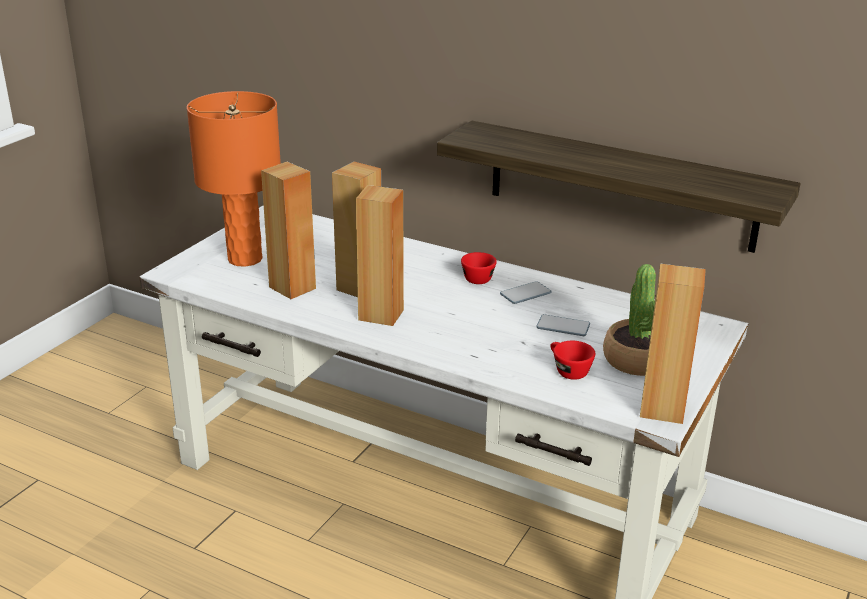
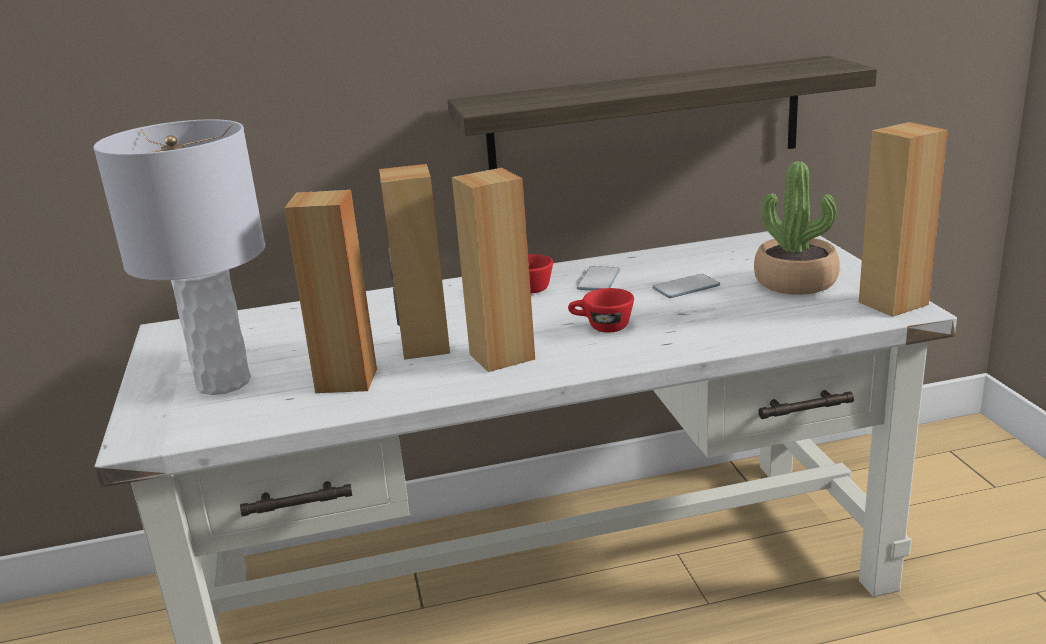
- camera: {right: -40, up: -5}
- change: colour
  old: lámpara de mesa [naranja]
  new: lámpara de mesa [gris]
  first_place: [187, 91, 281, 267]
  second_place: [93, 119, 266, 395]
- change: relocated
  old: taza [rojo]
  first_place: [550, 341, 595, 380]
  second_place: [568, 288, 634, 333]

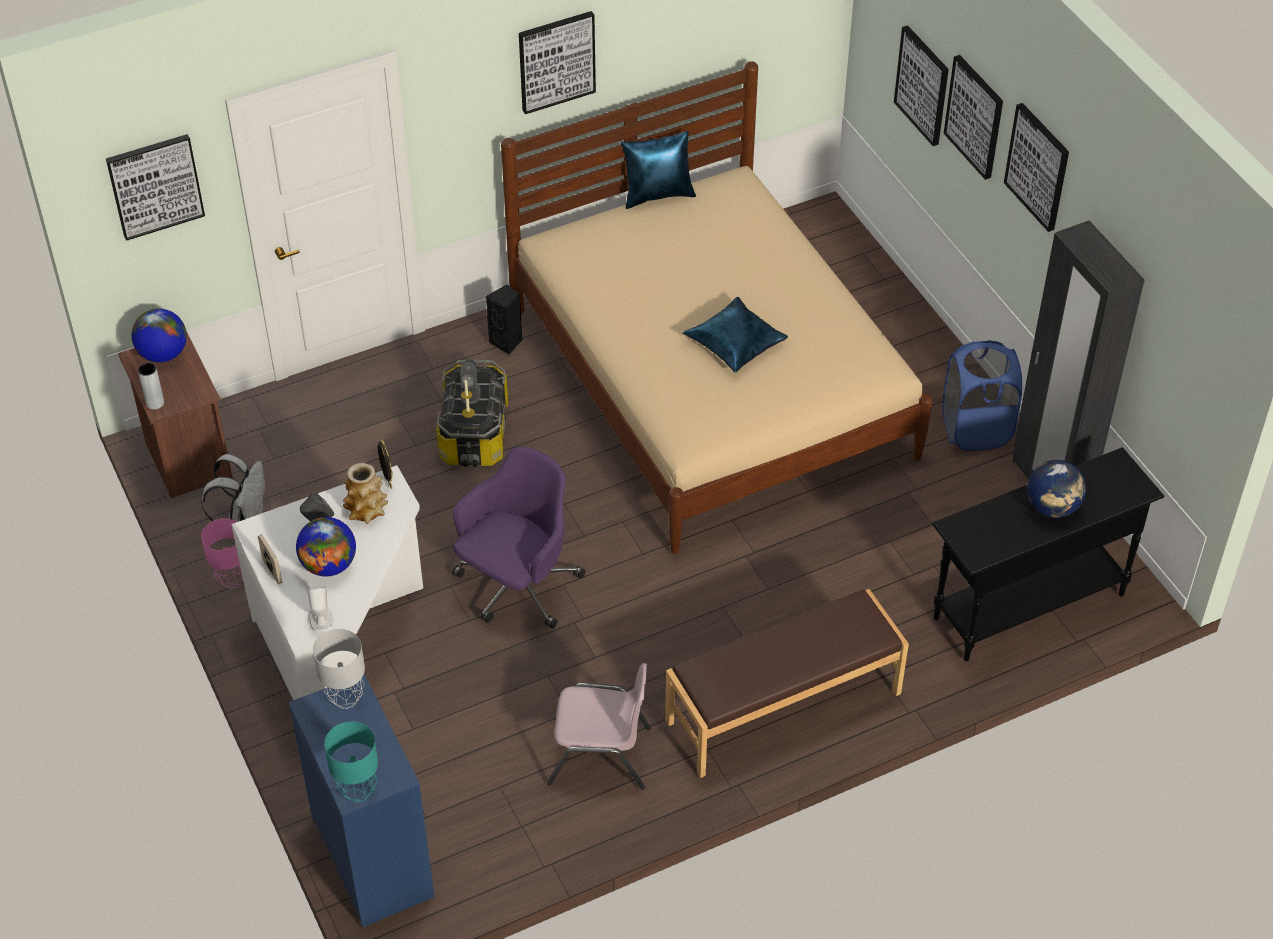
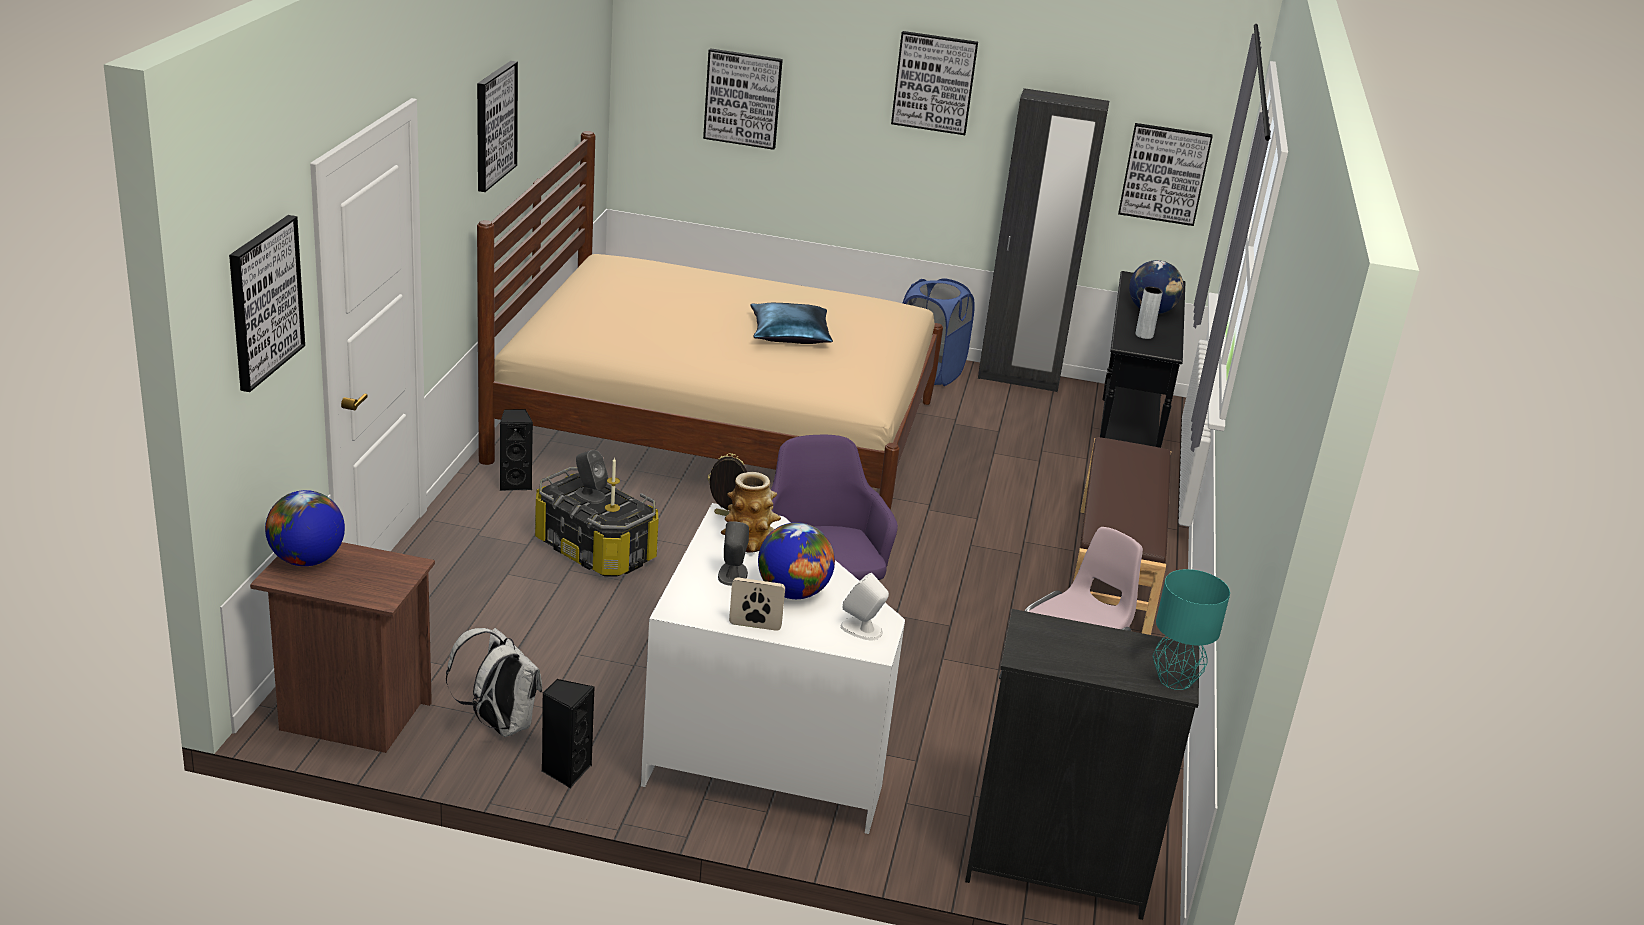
- camera: {right: -55, up: -20}
- change: relocated
  old: cuadro
  first_place: [944, 55, 1003, 180]
  second_place: [1118, 123, 1213, 226]
- change: missing
  old: cojín [azul]
  first_place: [621, 131, 696, 209]
- change: relocated
  old: florero [gris]
  first_place: [138, 363, 164, 409]
  second_place: [1135, 286, 1163, 339]
- change: exchanged
  old: lámpara de mesa [rosa]
  new: altavoz [negro]
  first_place: [201, 518, 243, 588]
  second_place: [542, 678, 594, 788]
- change: missing
  old: lámpara de mesa [gris]
  first_place: [313, 629, 365, 709]
- change: colour
  old: cómoda [azul]
  new: cómoda [negro]
  first_place: [288, 674, 434, 927]
  second_place: [965, 609, 1199, 920]

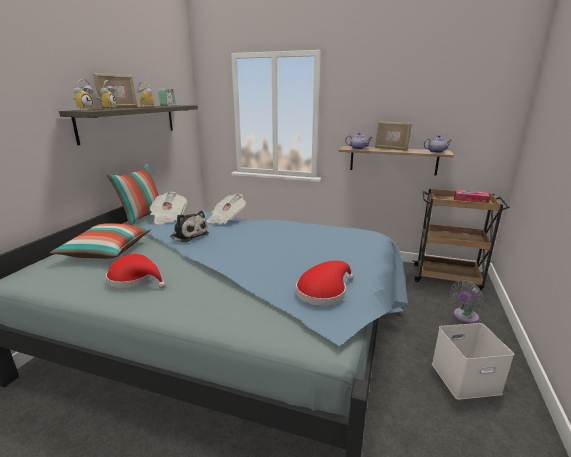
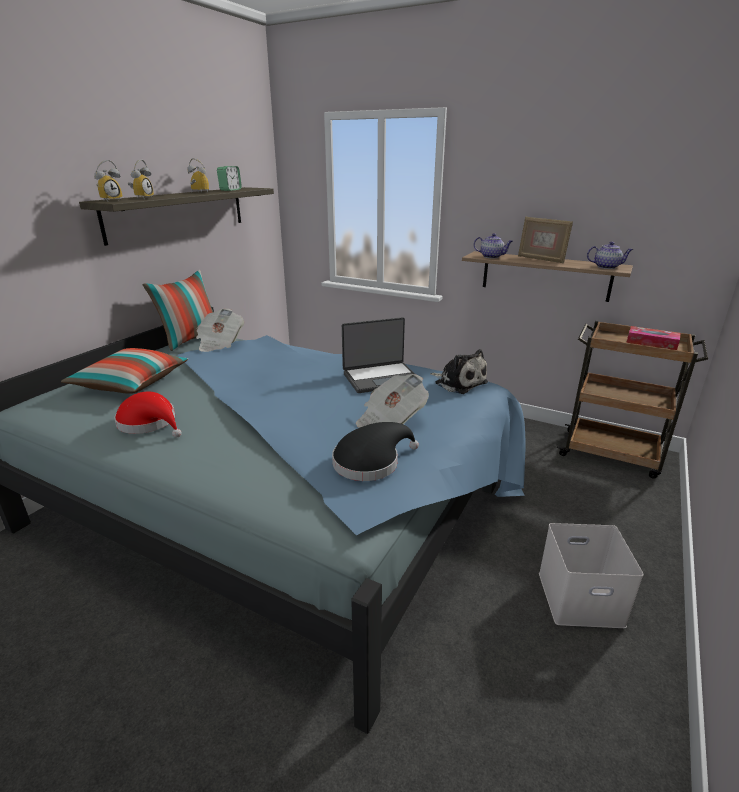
- camera: {right: 10, up: 5}
- change: missing
  old: portarretratos
  first_place: [93, 73, 138, 109]
- change: relocated
  old: periódico
  first_place: [207, 194, 246, 224]
  second_place: [356, 374, 429, 428]
- change: relocated
  old: peluche
  first_place: [170, 211, 209, 243]
  second_place: [430, 349, 488, 394]
- change: colour
  old: sombrero [rojo]
  new: sombrero [negro]
  first_place: [296, 261, 354, 306]
  second_place: [332, 422, 419, 481]
- change: missing
  old: ventilador [gris]
  first_place: [450, 280, 484, 323]
- change: appeared
  new: portátil
  second_place: [342, 317, 415, 393]

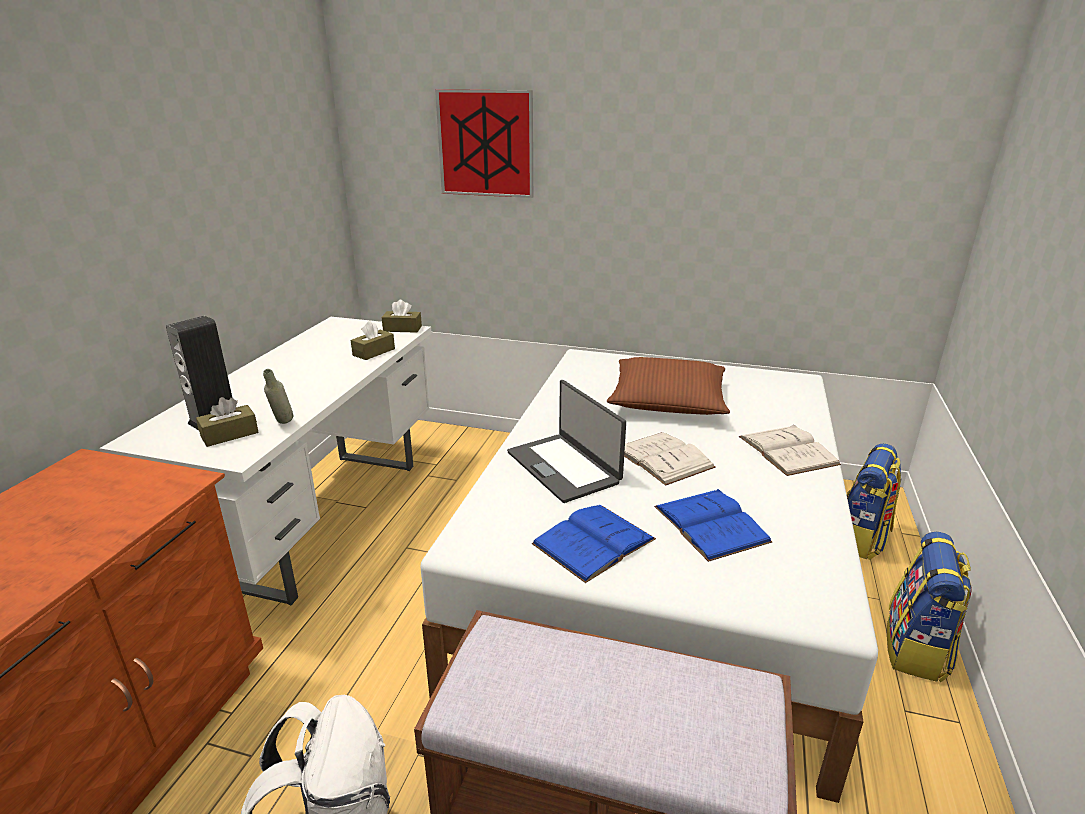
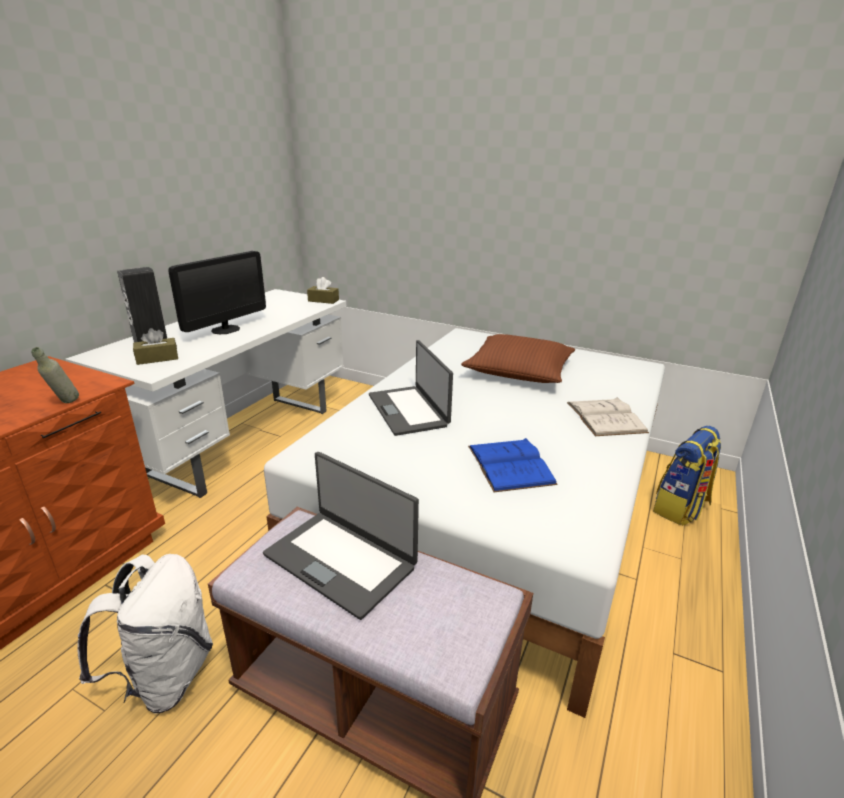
- camera: {right: 10, up: 0}
- change: missing
  old: cuadro
  first_place: [435, 90, 533, 198]
- change: missing
  old: caja de pañuelos [marrón]
  first_place: [351, 321, 395, 360]
- change: relocated
  old: botella [gris]
  first_place: [263, 369, 293, 424]
  second_place: [31, 347, 79, 403]
- change: missing
  old: libro [blanco]
  first_place: [624, 432, 716, 486]
- change: missing
  old: libro [azul]
  first_place: [532, 505, 656, 583]
- change: missing
  old: mochila
  first_place: [887, 531, 972, 683]
- change: appeared
  new: monitor
  second_place: [168, 251, 266, 334]
- change: appeared
  new: portátil
  second_place: [263, 452, 419, 620]

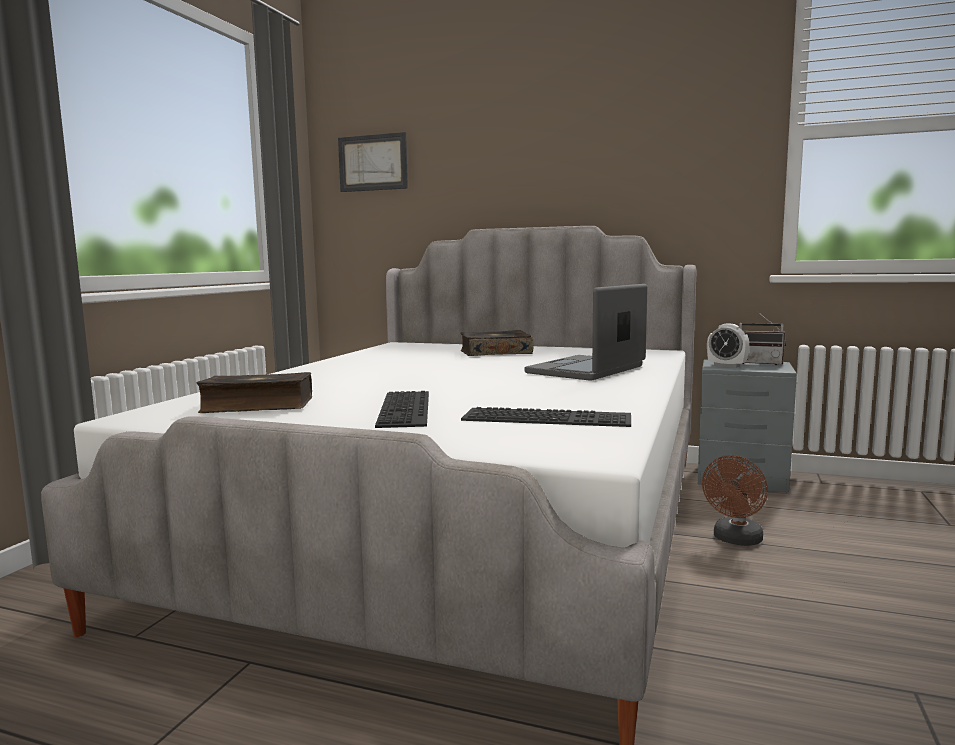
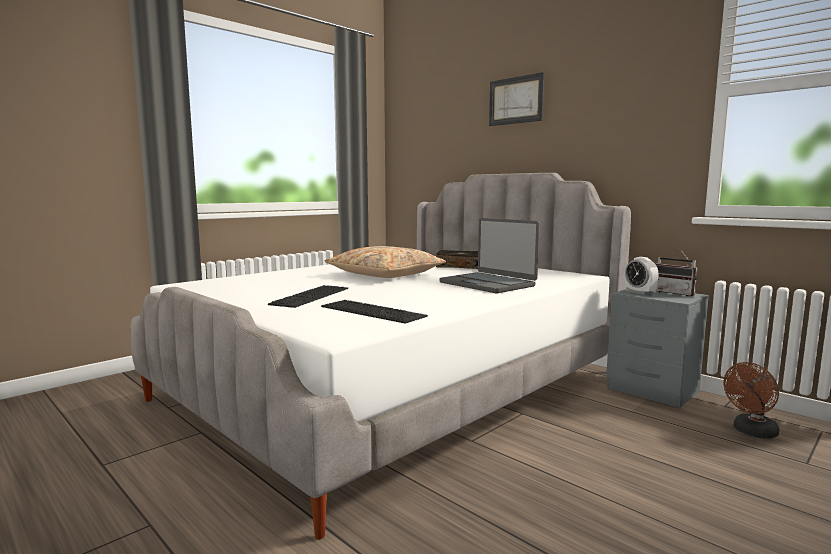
- camera: {right: 25, up: 0}
- change: relocated
  old: cuadro
  first_place: [338, 132, 408, 192]
  second_place: [489, 72, 544, 126]
- change: spun
  old: portátil
  first_place: [525, 284, 648, 381]
  second_place: [440, 218, 540, 293]
  degrees: -105
- change: missing
  old: libro
  first_place: [196, 372, 312, 413]
- change: relocated
  old: ventilador [marrón]
  first_place: [702, 455, 768, 546]
  second_place: [724, 362, 779, 439]
- change: appeared
  new: cojín [beis]
  second_place: [325, 246, 446, 278]

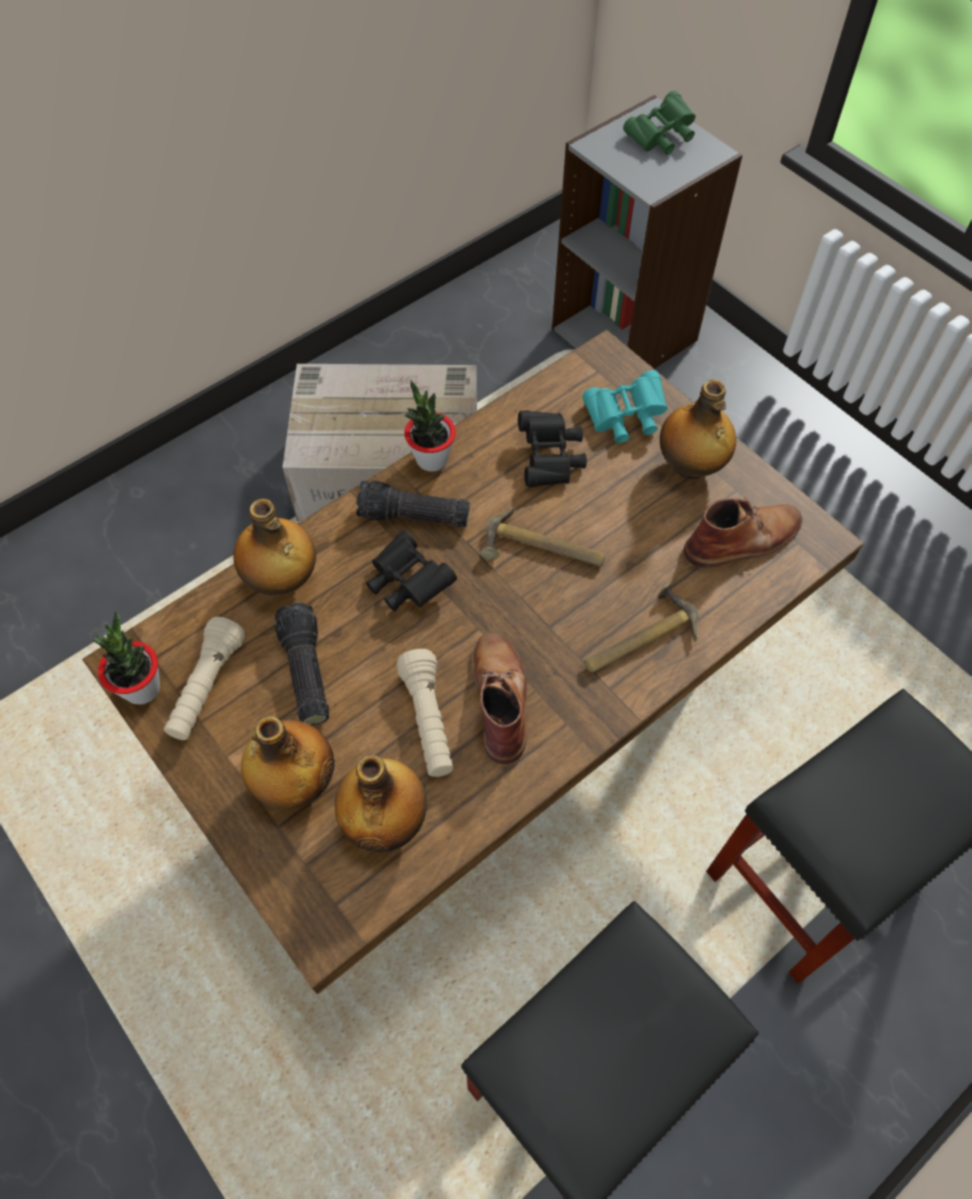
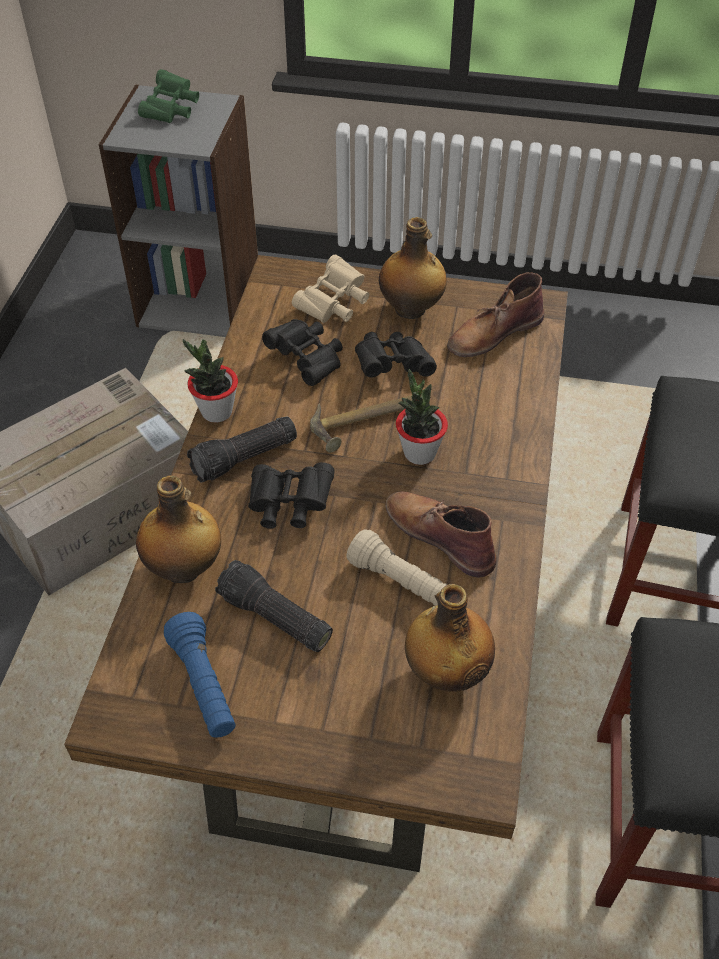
- camera: {right: -40, up: -10}
- change: colour
  old: prismáticos [turquesa]
  new: prismáticos [beis]
  first_place: [583, 370, 668, 443]
  second_place: [292, 255, 369, 323]
- change: spun
  old: bota [marrón]
  first_place: [684, 497, 802, 568]
  second_place: [447, 272, 544, 357]
  degrees: -150
- change: missing
  old: martillo
  first_place: [584, 584, 699, 673]
- change: relocated
  old: planta en maceta
  first_place: [93, 611, 160, 705]
  second_place: [396, 369, 448, 465]
- change: colour
  old: linterna [beis]
  new: linterna [azul]
  first_place: [164, 617, 245, 740]
  second_place: [164, 612, 236, 738]
- change: missing
  old: botella
  first_place: [241, 716, 335, 810]
- change: appeared
  new: prismáticos [negro]
  second_place: [355, 332, 437, 377]

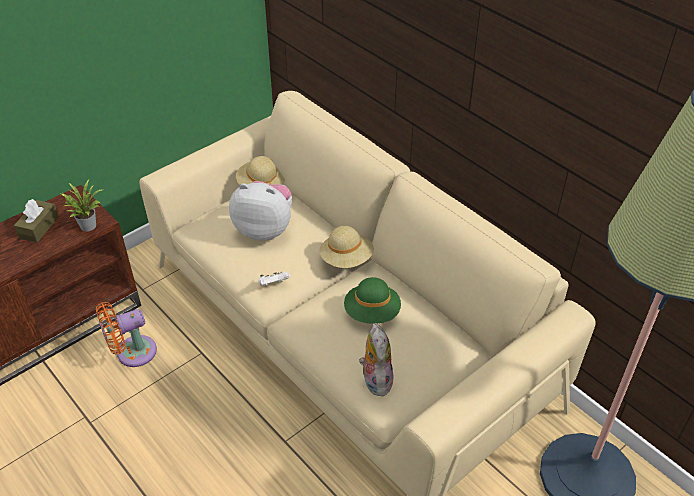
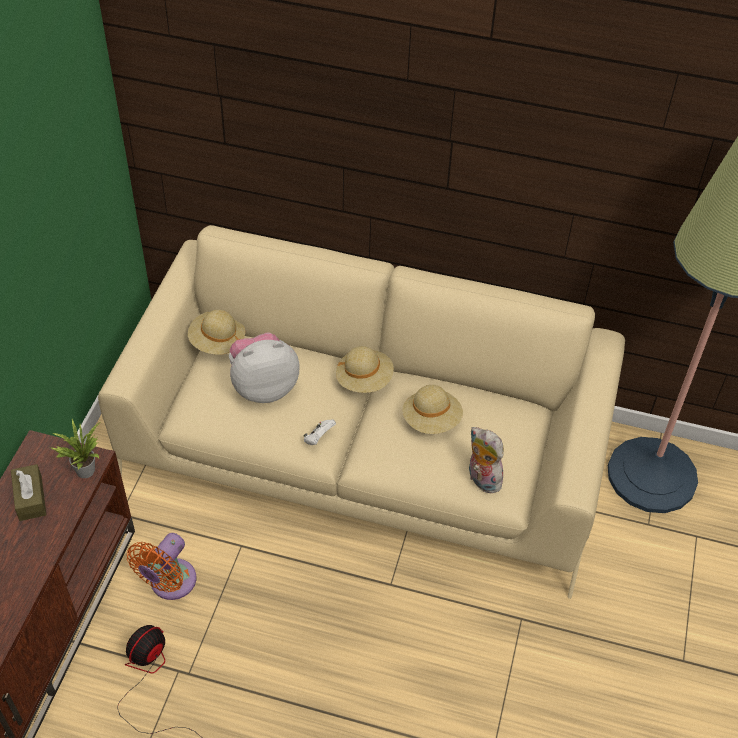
- camera: {right: -35, up: 5}
- change: colour
  old: sombrero [verde]
  new: sombrero [beis]
  first_place: [344, 277, 401, 324]
  second_place: [402, 385, 463, 434]
- change: appeared
  new: ventilador
  second_place: [117, 625, 202, 738]

